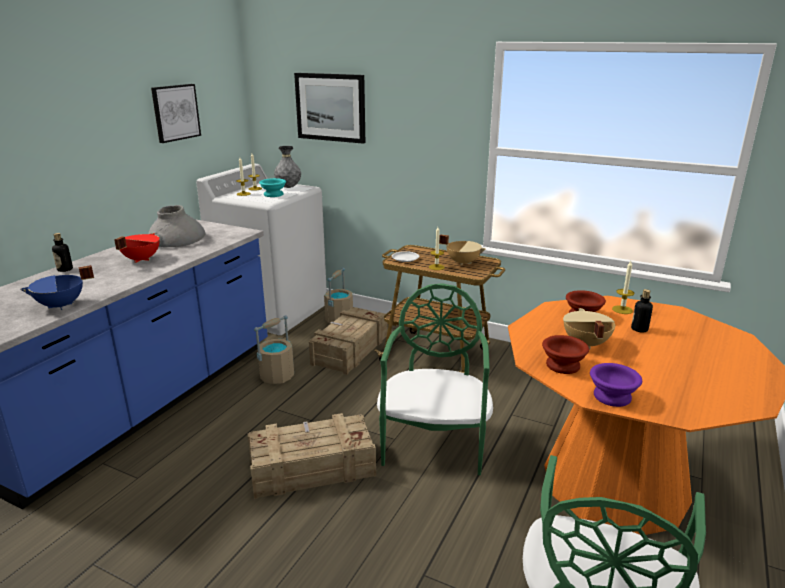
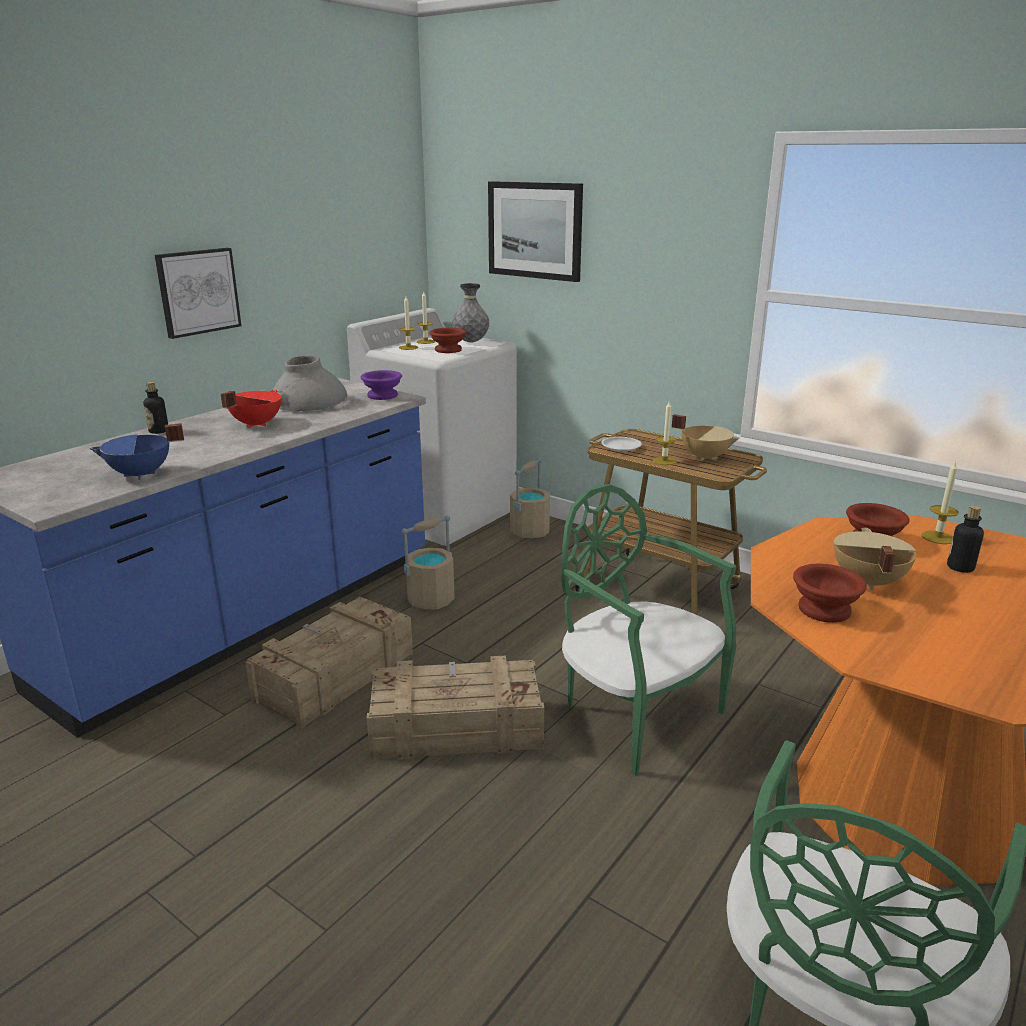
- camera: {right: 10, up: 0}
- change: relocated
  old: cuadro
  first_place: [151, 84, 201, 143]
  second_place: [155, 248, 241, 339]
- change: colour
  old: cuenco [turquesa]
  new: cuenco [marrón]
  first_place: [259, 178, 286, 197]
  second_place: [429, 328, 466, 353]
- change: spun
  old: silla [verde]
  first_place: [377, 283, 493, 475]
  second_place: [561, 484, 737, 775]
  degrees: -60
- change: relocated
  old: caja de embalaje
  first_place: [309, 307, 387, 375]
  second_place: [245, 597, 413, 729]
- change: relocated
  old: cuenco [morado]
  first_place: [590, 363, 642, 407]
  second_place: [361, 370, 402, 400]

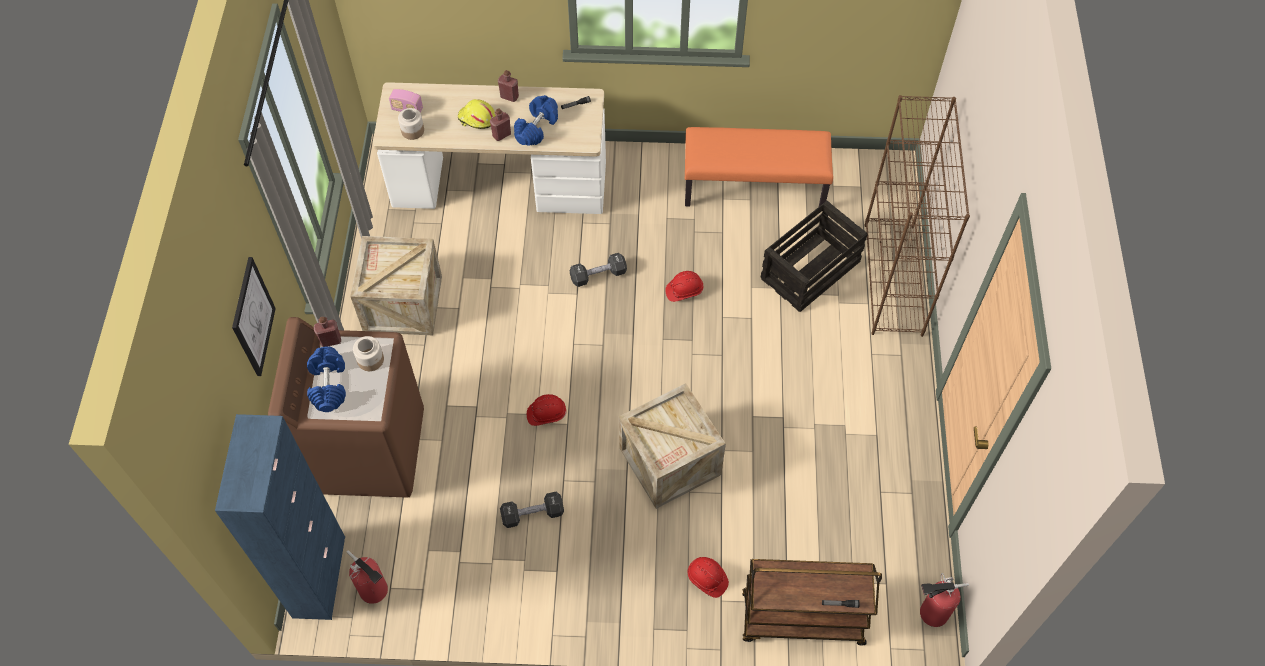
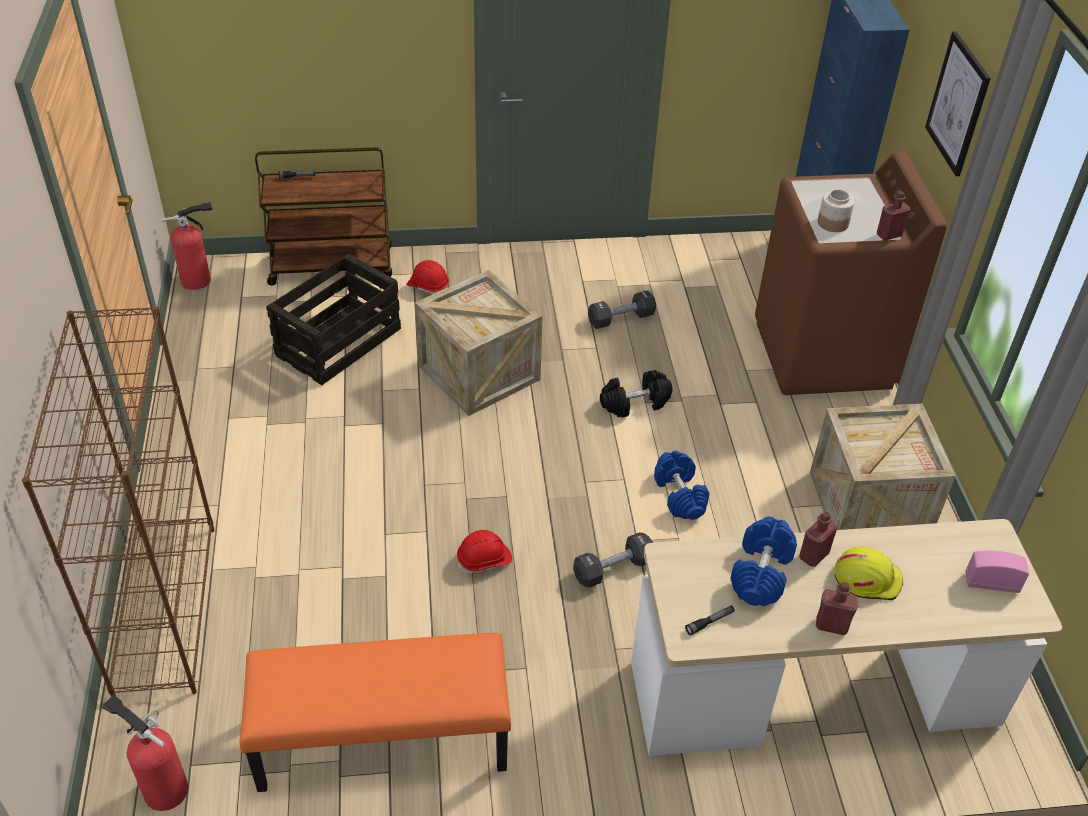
- camera: {right: 170, up: -15}
- change: missing
  old: tarro
  first_place: [398, 108, 424, 140]
- change: relocated
  old: caja de embalaje
  first_place: [761, 201, 868, 312]
  second_place: [266, 254, 401, 385]
- change: relocated
  old: mancuerna [azul]
  first_place: [307, 347, 346, 412]
  second_place: [654, 450, 710, 520]
- change: exchanged
  old: casco [rojo]
  new: mancuerna [negro]
  first_place: [527, 394, 566, 426]
  second_place: [600, 370, 672, 417]
- change: relocated
  old: extintor
  first_place: [346, 550, 388, 604]
  second_place: [102, 695, 188, 811]

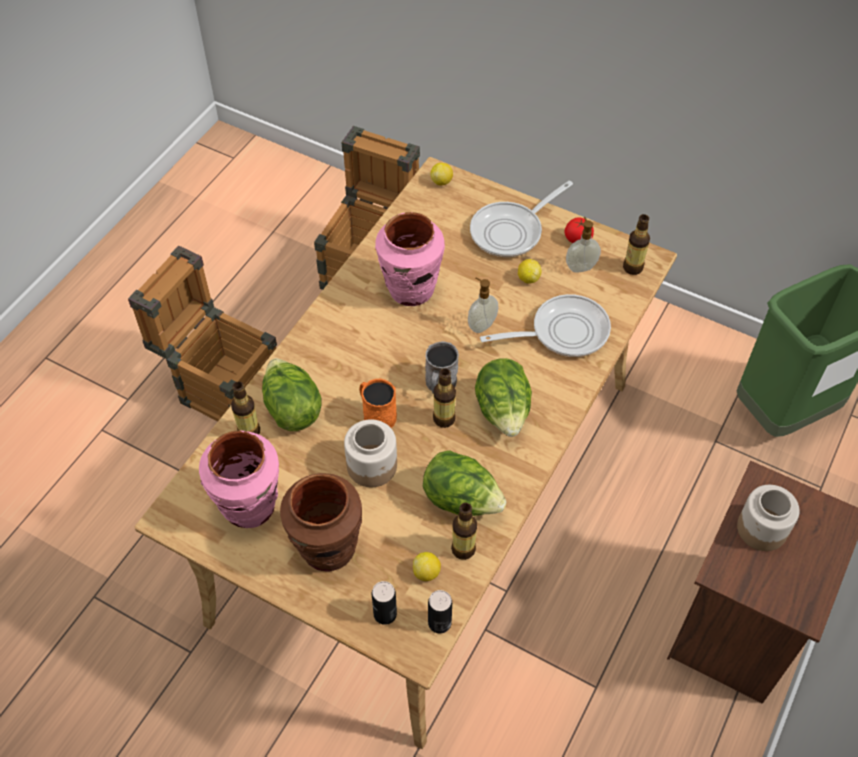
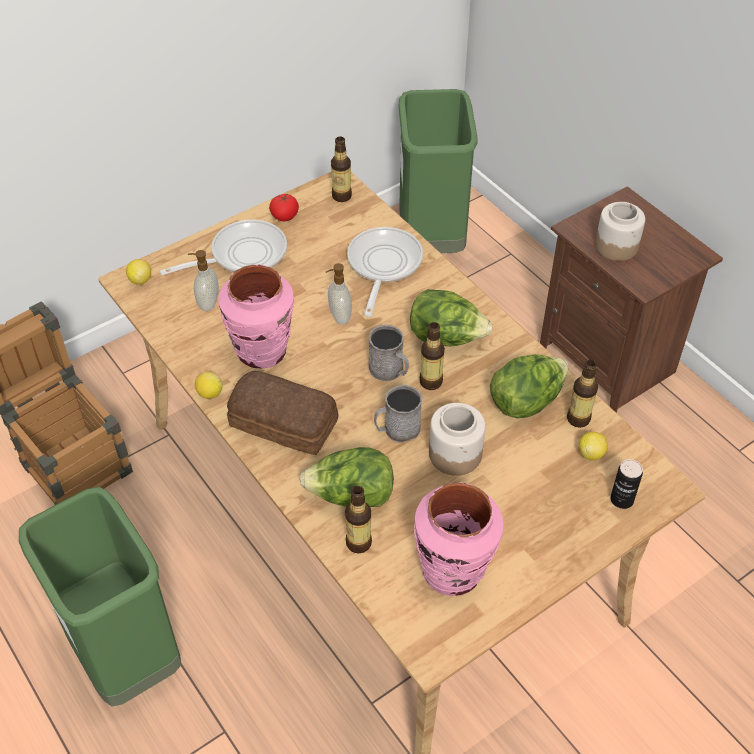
- camera: {right: -65, up: -5}
- change: spun
  old: sartén
  first_place: [470, 181, 573, 257]
  second_place: [160, 220, 287, 275]
  degrees: -105
- change: relocated
  old: dispensador de jabón
  first_place: [566, 217, 601, 272]
  second_place: [188, 250, 219, 311]
- change: exchanged
  old: caja de embalaje
  new: papelera [verde]
  first_place: [128, 246, 277, 422]
  second_place: [19, 487, 181, 706]
- change: relocated
  old: limón
  first_place: [518, 259, 542, 284]
  second_place: [195, 371, 222, 399]
- change: colour
  old: taza grande [naranja]
  new: taza grande [gris]
  first_place: [359, 379, 397, 428]
  second_place: [374, 384, 423, 443]
- change: missing
  old: florero [marrón]
  first_place: [280, 473, 362, 572]
- change: missing
  old: lata
  first_place: [428, 590, 452, 633]
- change: appeared
  new: pan
  second_place: [227, 371, 338, 455]

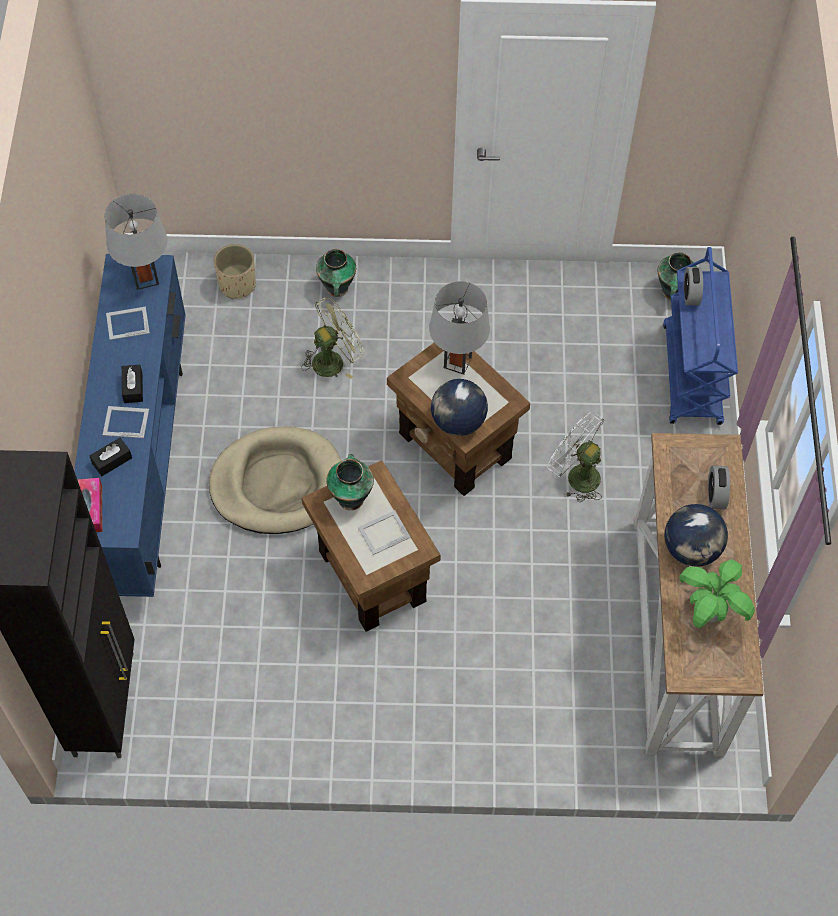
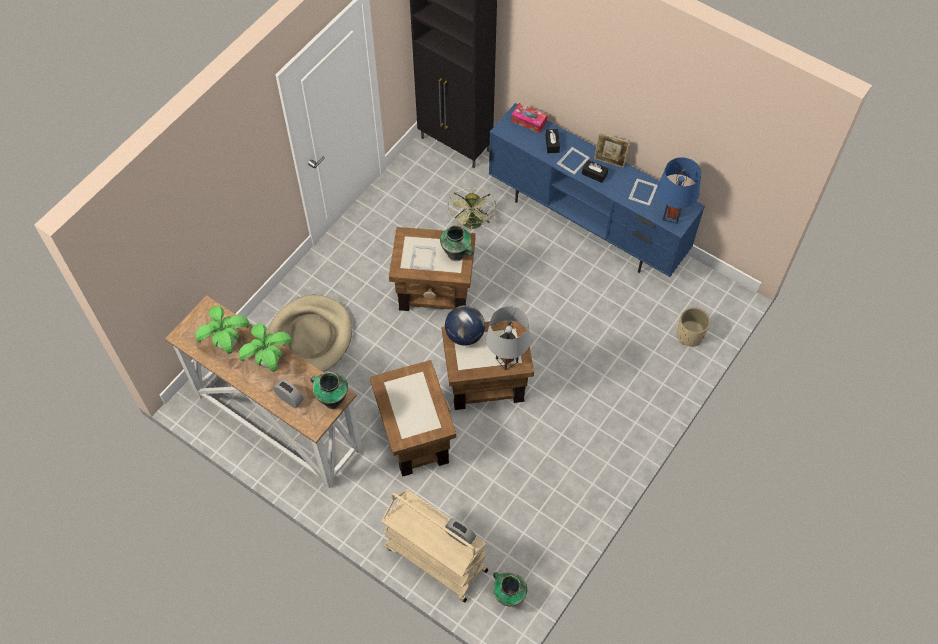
- camera: {right: 125, up: 0}
- change: colour
  old: lámpara de mesa [gris]
  new: lámpara de mesa [azul]
  first_place: [105, 194, 168, 290]
  second_place: [657, 157, 701, 224]
- change: colour
  old: carrito [azul]
  new: carrito [beis]
  first_place: [663, 247, 738, 425]
  second_place: [381, 489, 488, 602]
- change: relocated
  old: florero
  first_place: [316, 249, 356, 297]
  second_place: [311, 372, 348, 409]
- change: relocated
  old: ventilador [verde]
  first_place: [301, 297, 364, 379]
  second_place: [447, 188, 497, 229]
- change: exchanged
  old: ventilador [blanco]
  new: mesa auxiliar [marrón]
  first_place: [547, 412, 605, 502]
  second_place: [370, 360, 456, 477]
- change: relocated
  old: cama para perro [beis]
  first_place: [209, 427, 342, 534]
  second_place: [266, 295, 352, 372]
- change: exchanged
  old: globo terráqueo
  new: planta en maceta
  first_place: [665, 504, 728, 567]
  second_place: [239, 323, 292, 372]
- change: appeared
  new: portarretratos
  second_place: [594, 133, 630, 168]

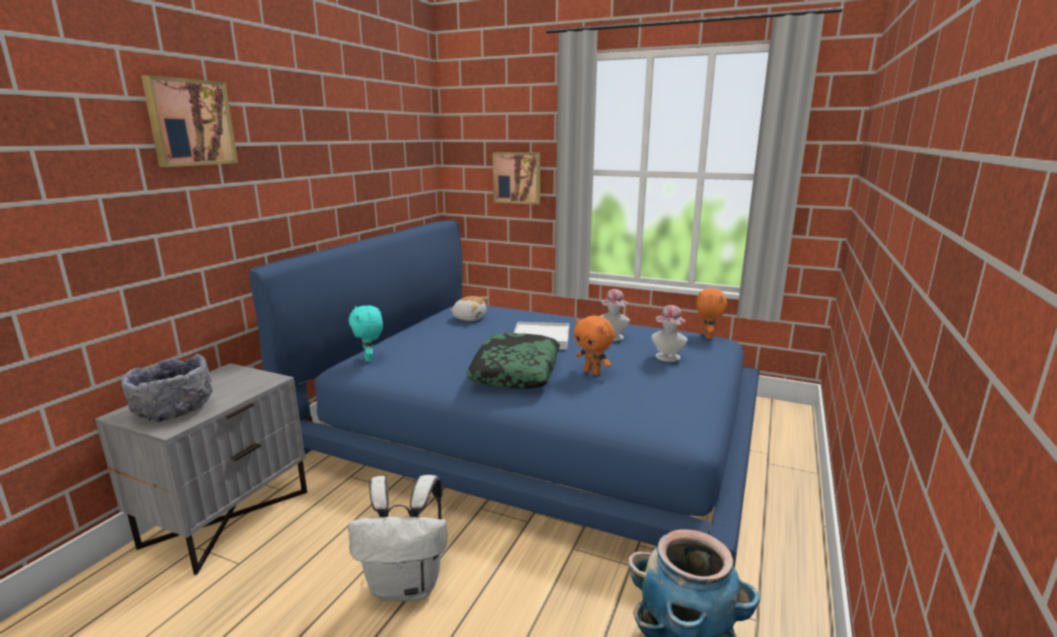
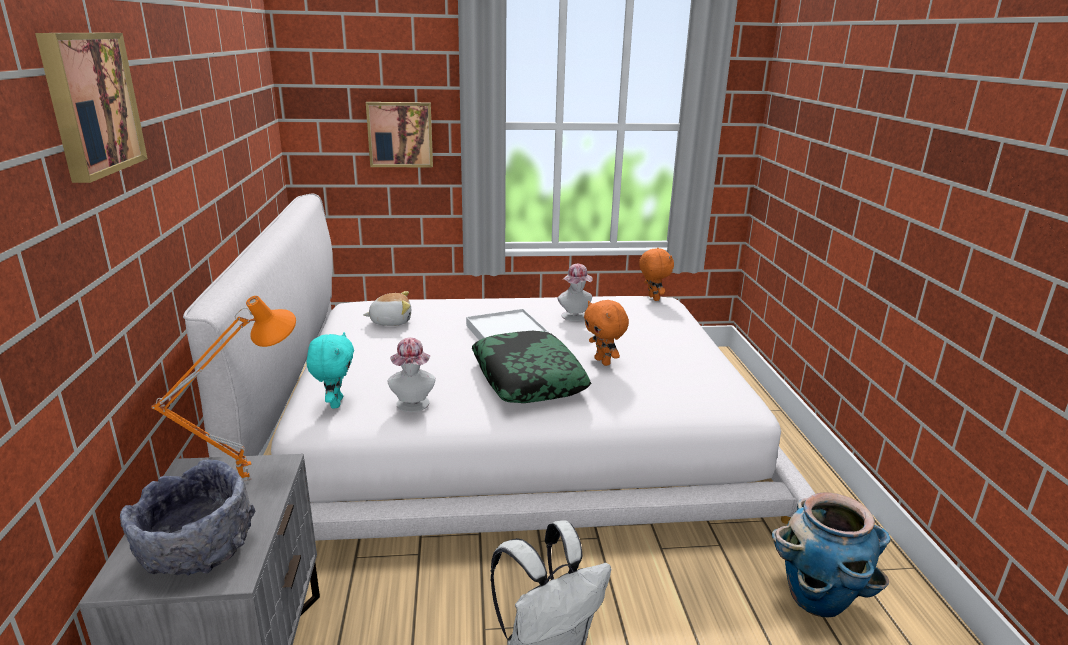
- camera: {right: -30, up: 5}
- change: colour
  old: cama [azul]
  new: cama [blanco]
  first_place: [250, 220, 759, 568]
  second_place: [183, 193, 815, 541]
- change: spun
  old: peluche [turquesa]
  first_place: [349, 305, 383, 362]
  second_place: [307, 332, 354, 408]
  degrees: -135
- change: relocated
  old: sombrero
  first_place: [652, 305, 688, 362]
  second_place: [388, 338, 436, 412]
- change: spun
  old: peluche [naranja]
  first_place: [573, 315, 615, 376]
  second_place: [584, 300, 629, 366]
  degrees: 45
- change: appeared
  new: lámpara de mesa [naranja]
  second_place: [151, 296, 296, 481]

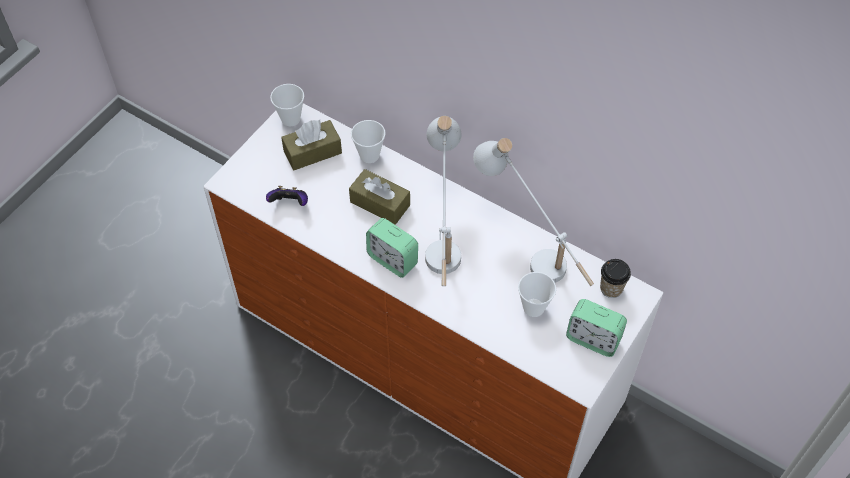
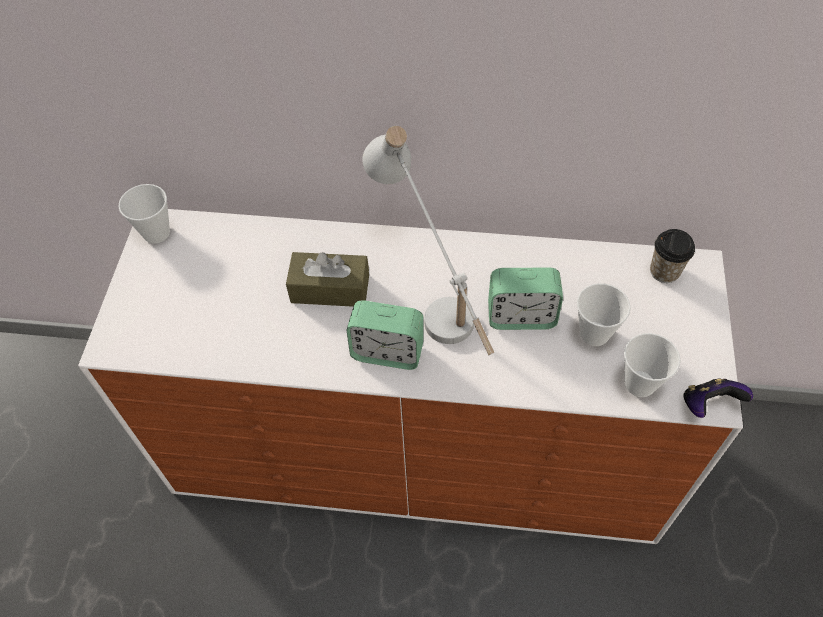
- camera: {right: -25, up: 0}
- change: missing
  old: caja de pañuelos [marrón]
  first_place: [281, 120, 342, 170]
- change: relocated
  old: taza
  first_place: [351, 120, 386, 163]
  second_place: [624, 333, 681, 397]
- change: missing
  old: lámpara de mesa [blanco]
  first_place: [473, 138, 594, 286]
- change: relocated
  old: mando de consola
  first_place: [266, 186, 308, 206]
  second_place: [683, 378, 753, 418]
- change: relocated
  old: despertador
  first_place: [566, 299, 627, 357]
  second_place: [488, 268, 563, 330]

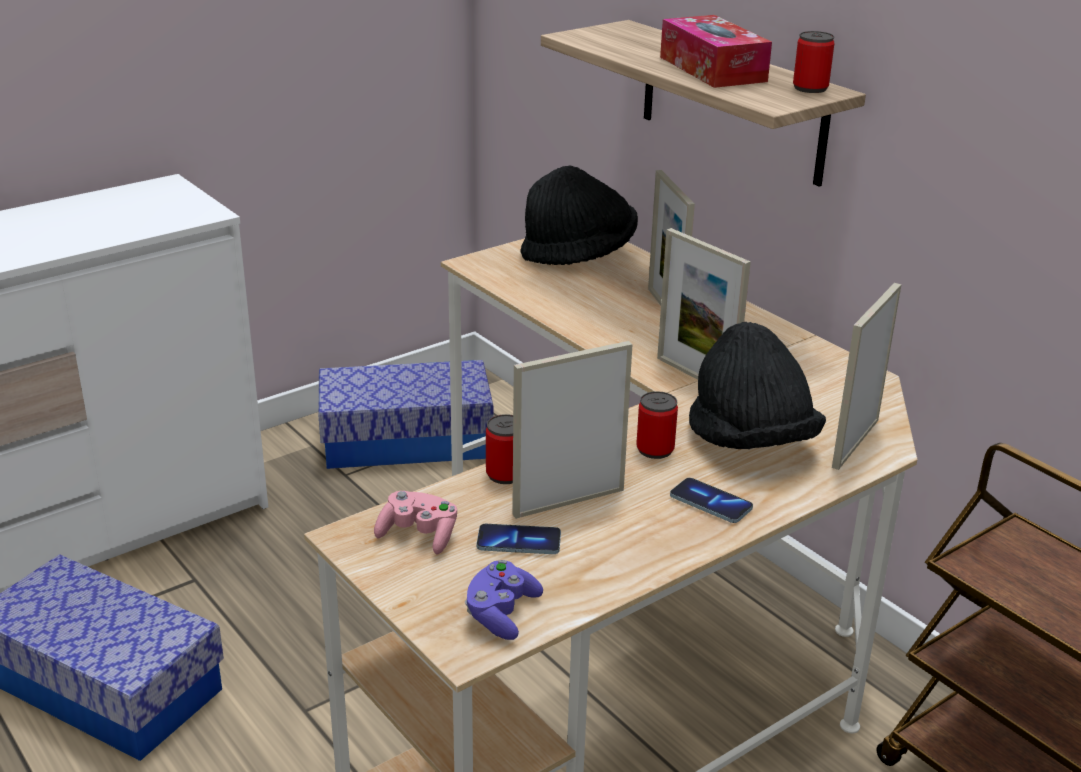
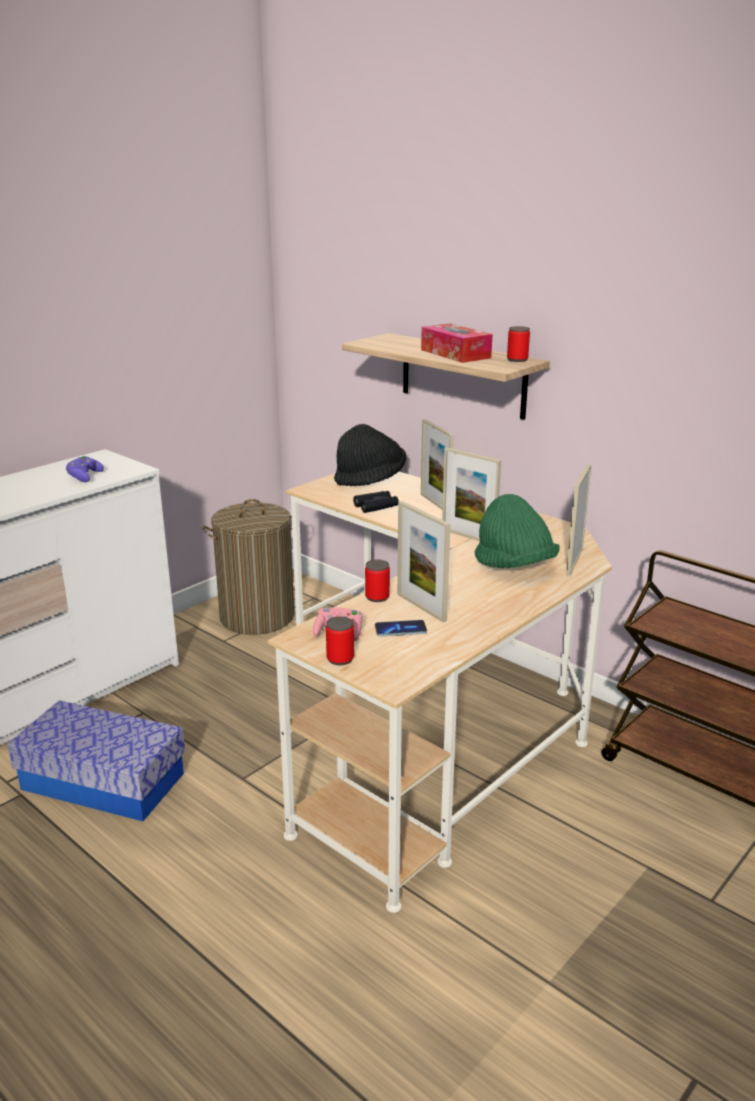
- camera: {right: -10, up: -5}
- change: colour
  old: sombrero [negro]
  new: sombrero [verde]
  first_place: [689, 322, 826, 449]
  second_place: [475, 494, 560, 568]
- change: spun
  old: portarretratos
  first_place: [512, 341, 632, 519]
  second_place: [397, 501, 451, 622]
  degrees: -90
- change: exchanged
  old: caja de almacenaje
  new: cesto de la ropa
  first_place: [318, 360, 493, 469]
  second_place: [202, 499, 294, 635]
- change: relocated
  old: lata
  first_place: [636, 391, 678, 459]
  second_place: [326, 616, 354, 665]
- change: missing
  old: móvil
  first_place: [670, 478, 753, 523]
- change: relocated
  old: mando de consola [morado]
  first_place: [465, 560, 543, 640]
  second_place: [66, 456, 104, 482]
- change: appeared
  new: prismáticos [negro]
  second_place: [353, 491, 399, 513]

